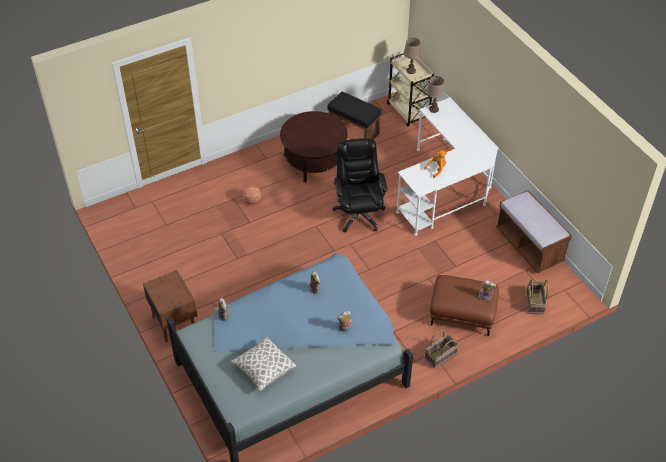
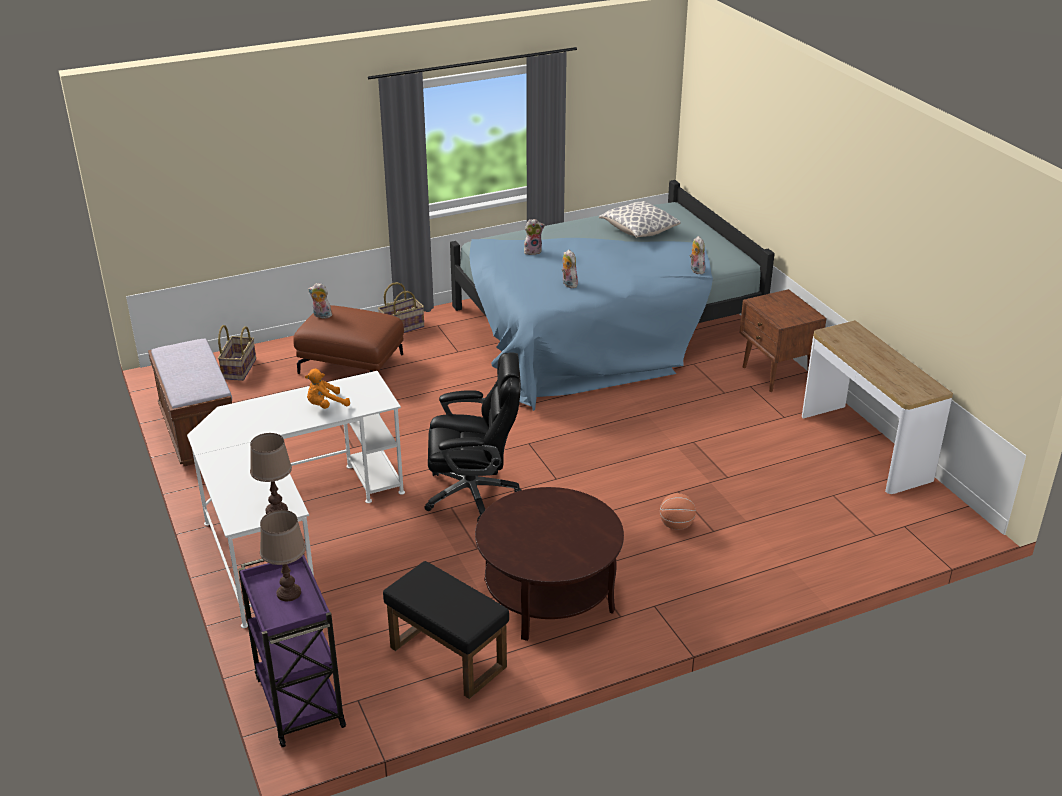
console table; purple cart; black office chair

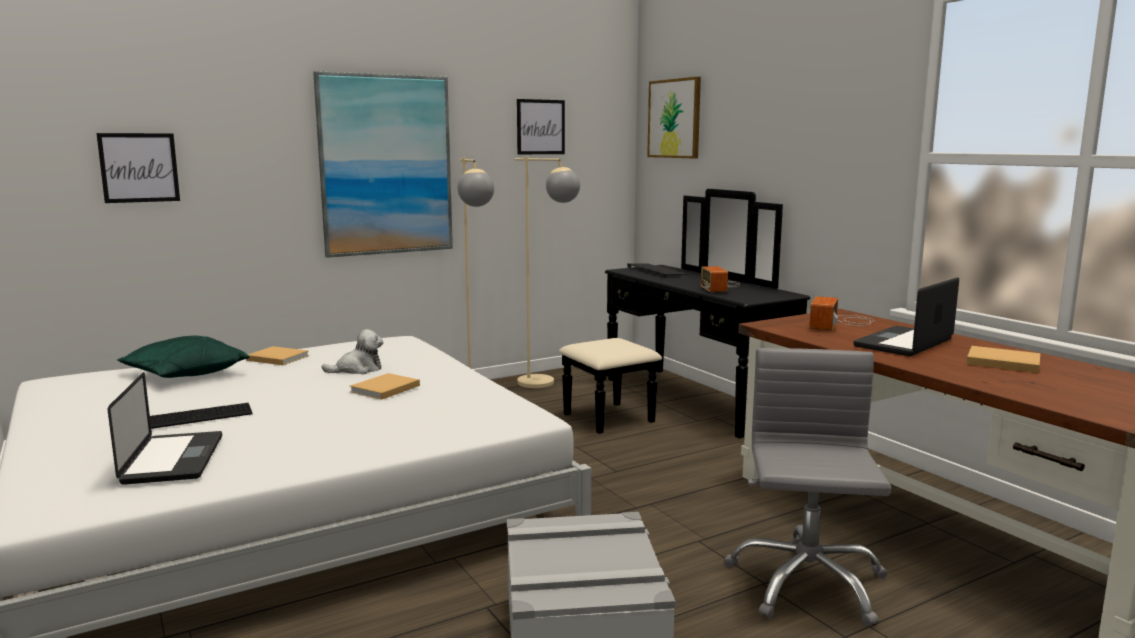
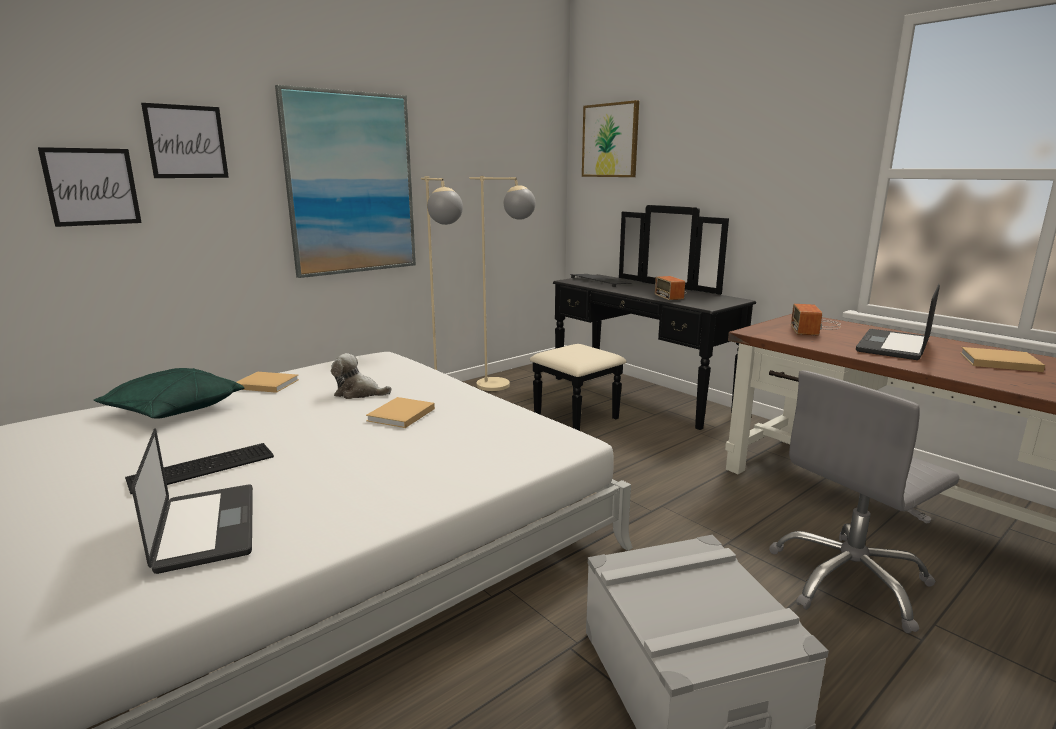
picture (no. 2 from left); plush toy; grey office chair

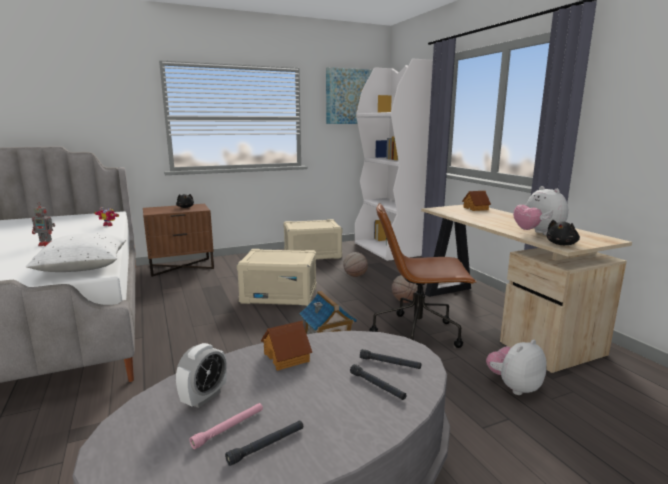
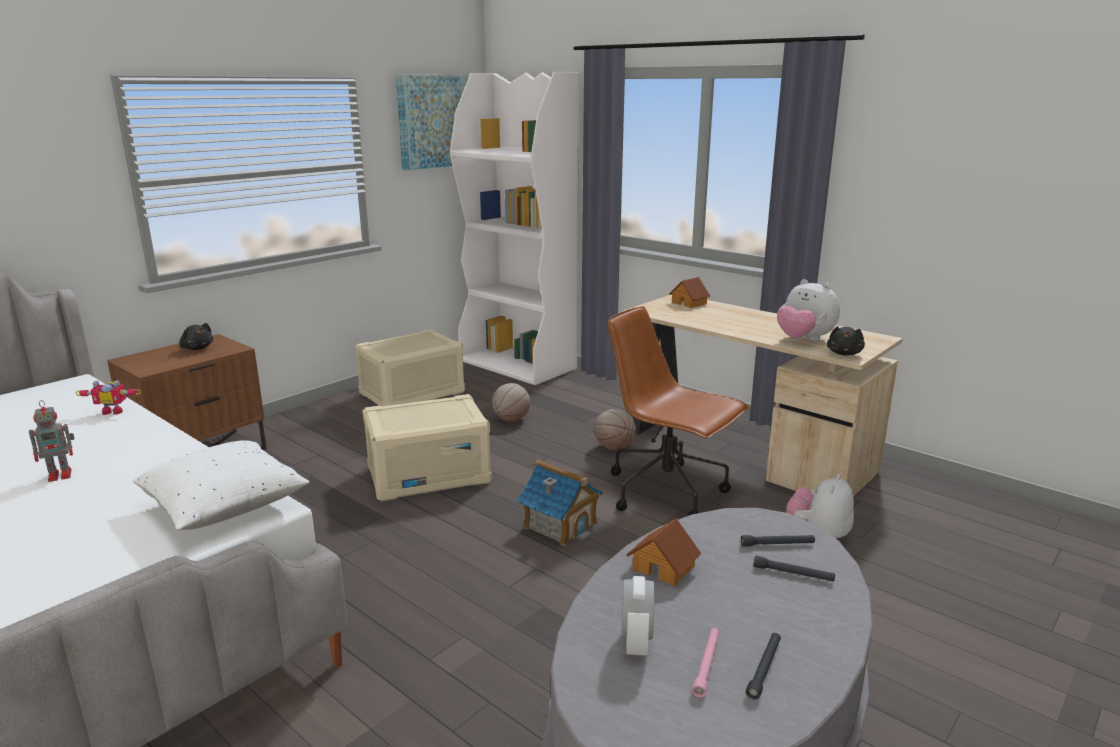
brown office chair

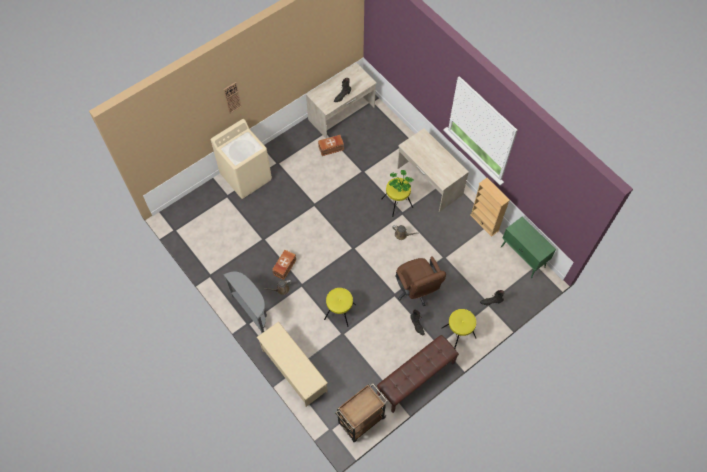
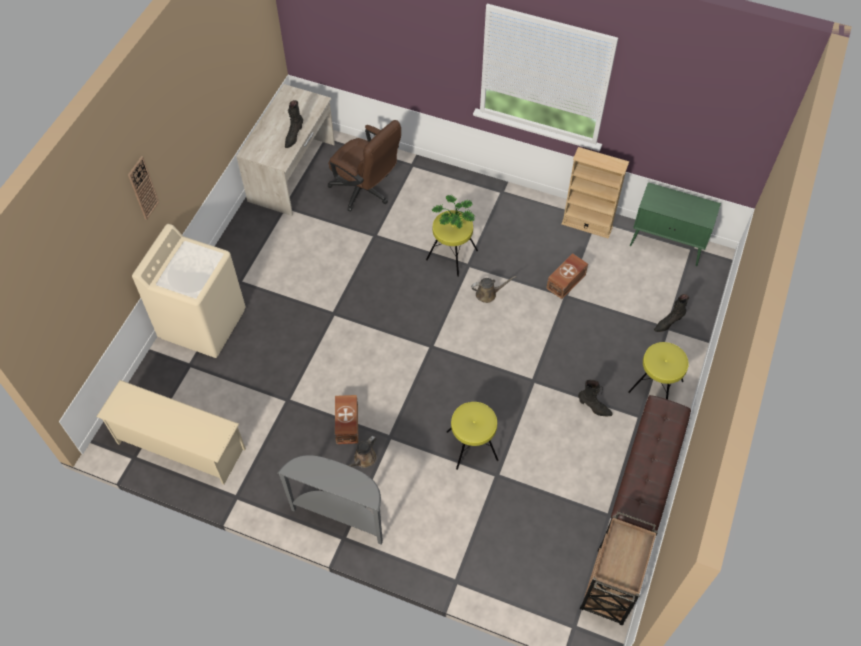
beige desk (no. 2 from left in the first image); beige shoe rack; brown storage box (no. 2 from left); brown office chair

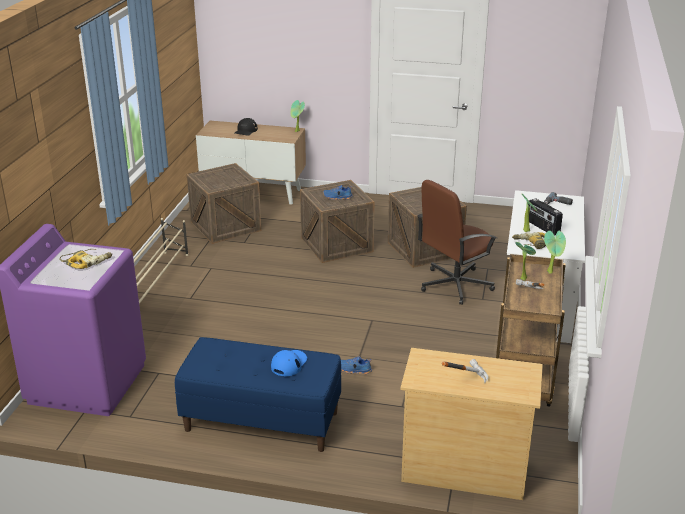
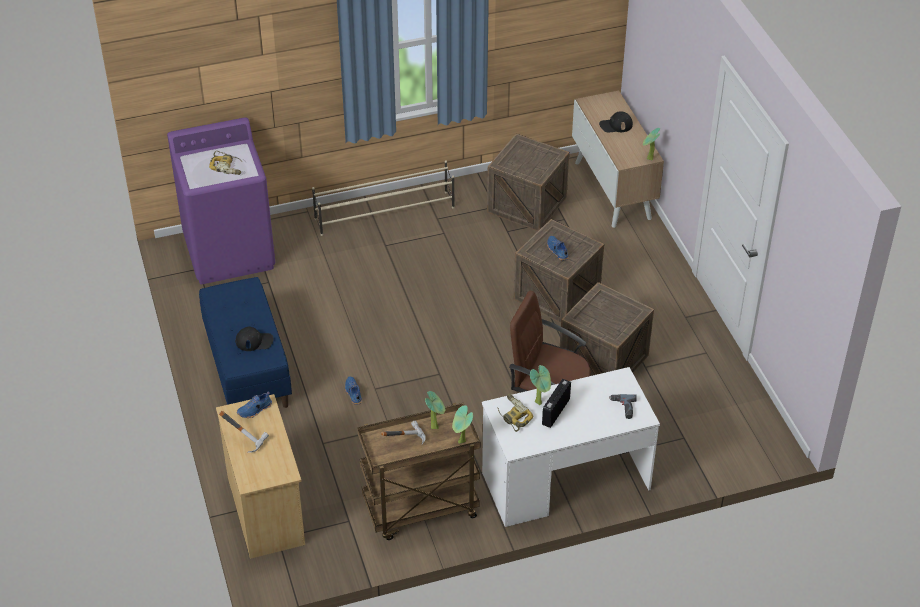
blue shoe (no. 1 from left); black cap (no. 1 from left)

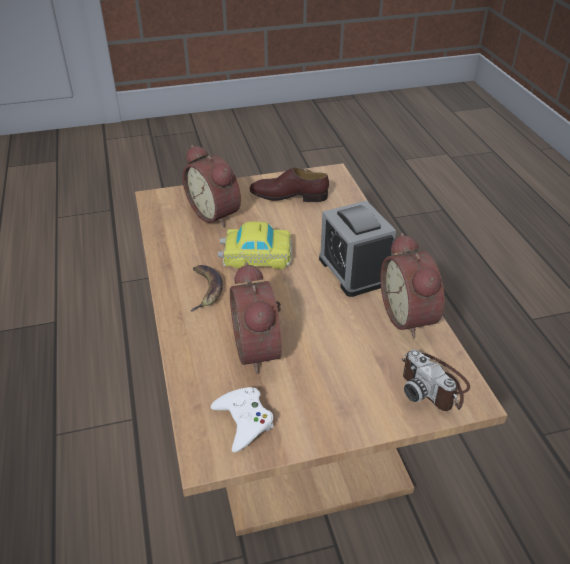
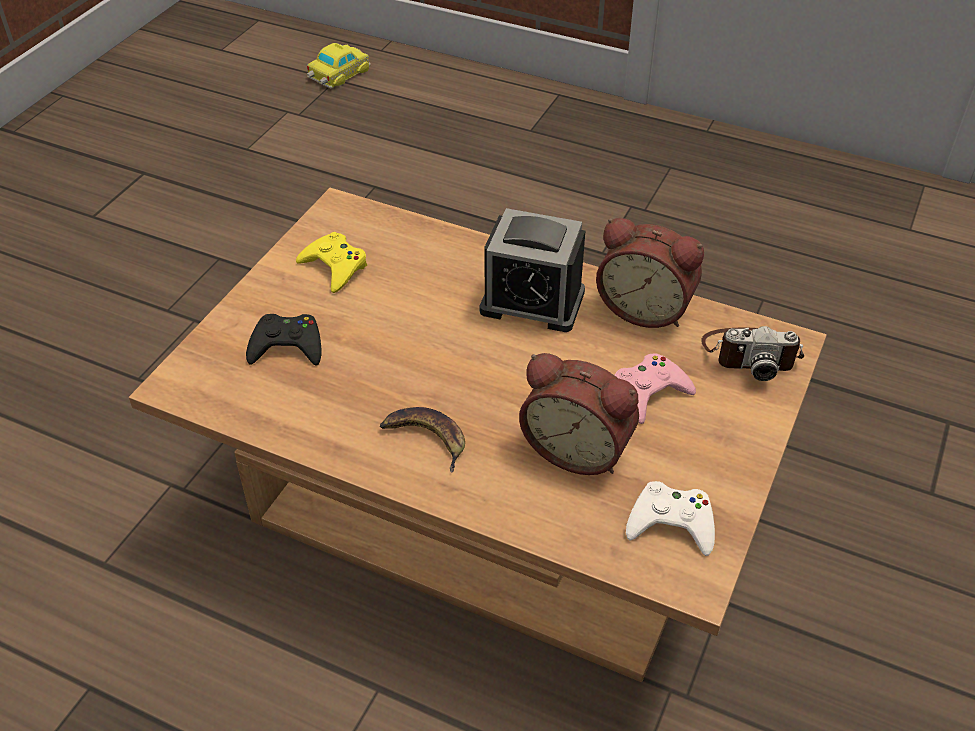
pink game controller; toy car; black game controller; yellow game controller

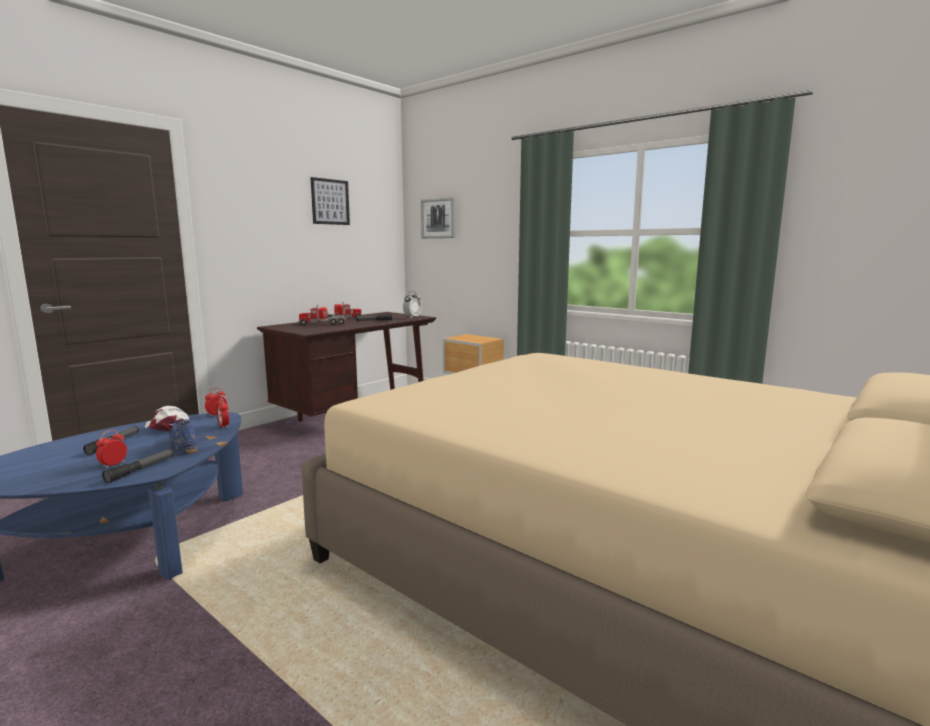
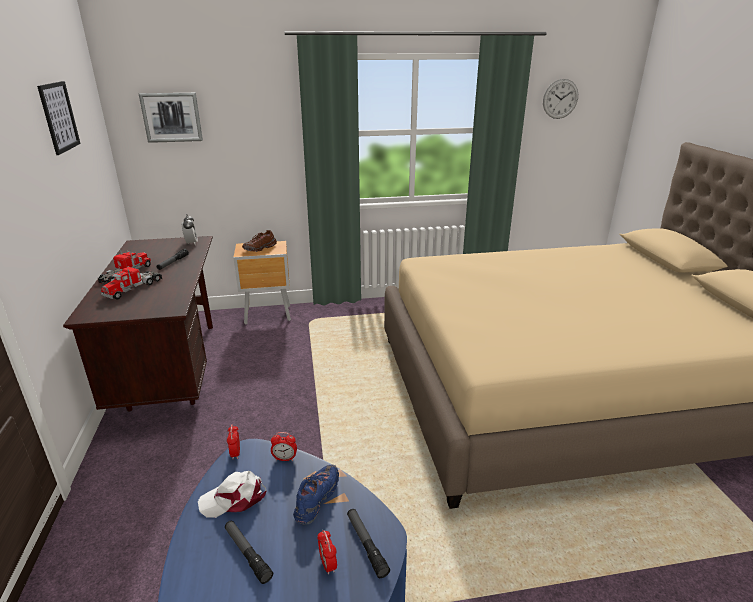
brown shoe; wall clock; blue shoe

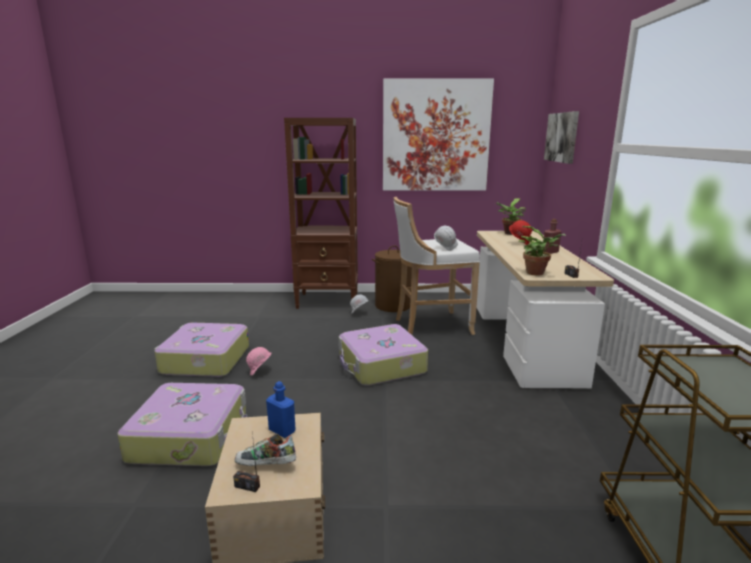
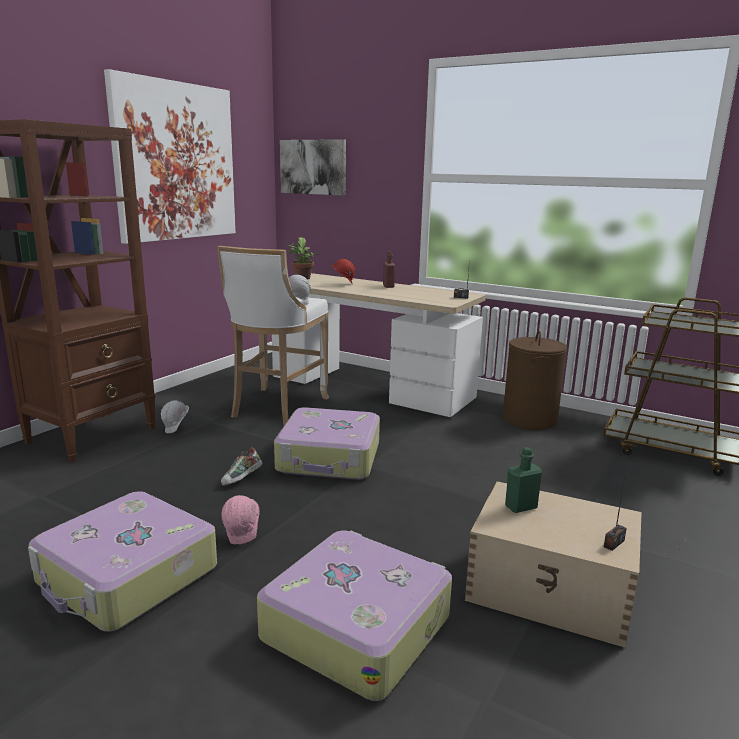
potted plant (no. 2 from left in the first image); shoe; brown laundry basket; green bottle

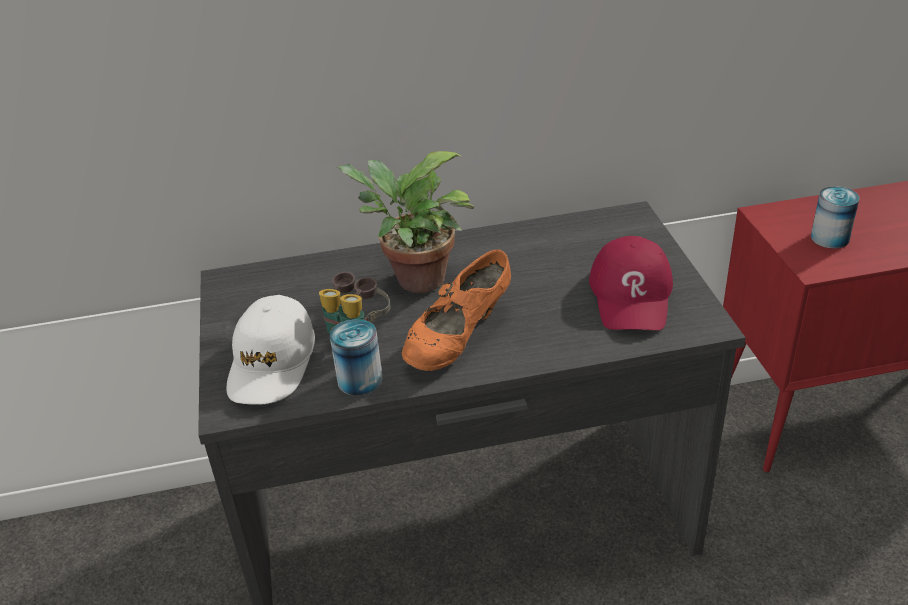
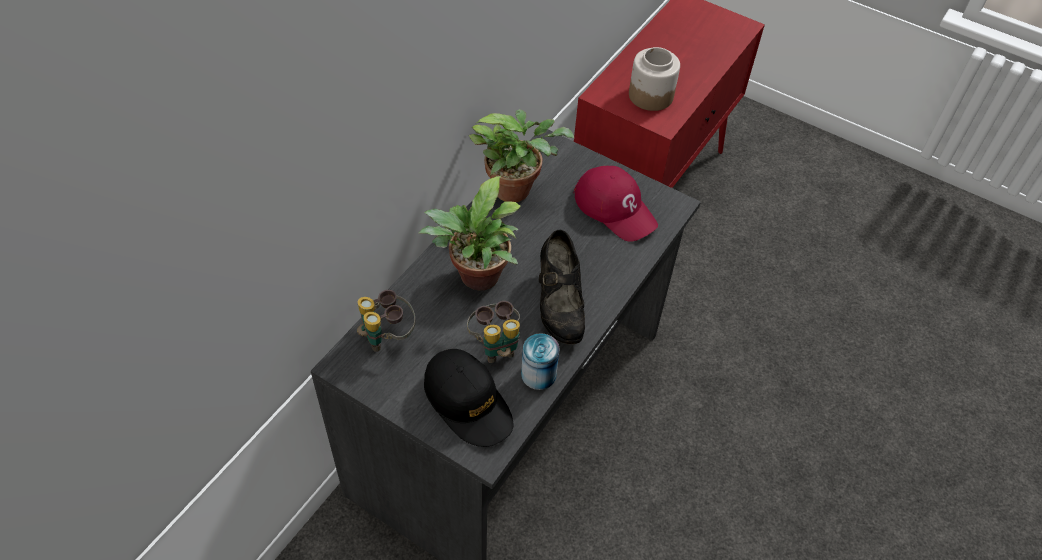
binoculars (no. 1 from left); potted plant (no. 2 from left); jar; black cap; black shoe

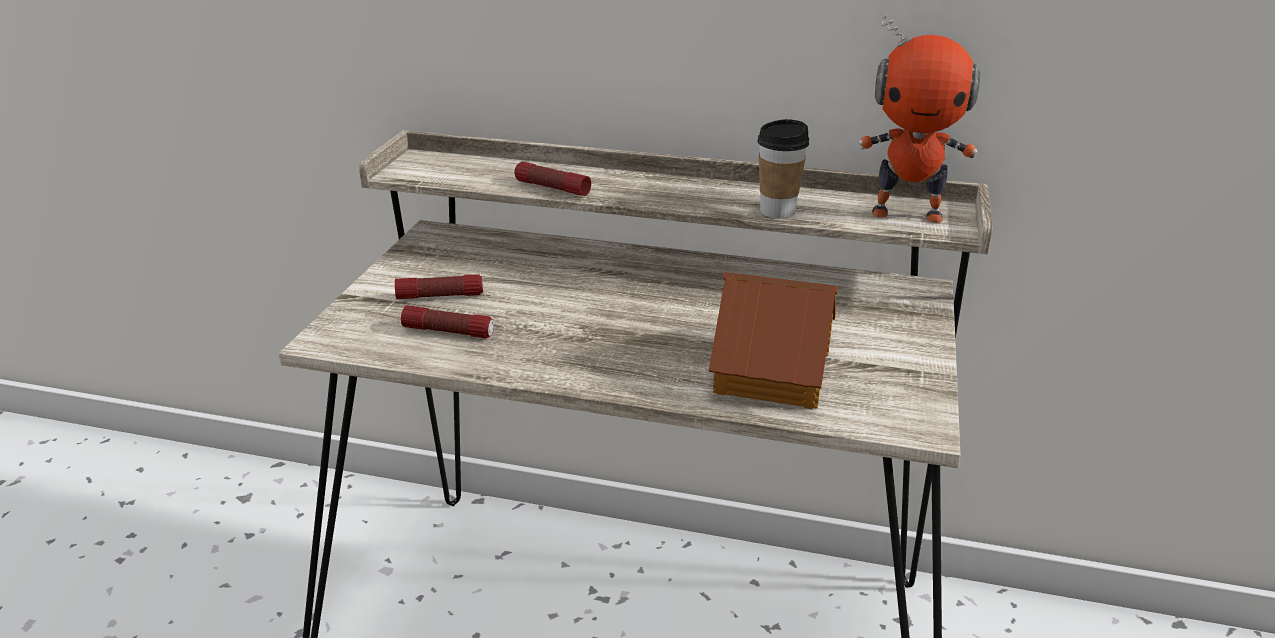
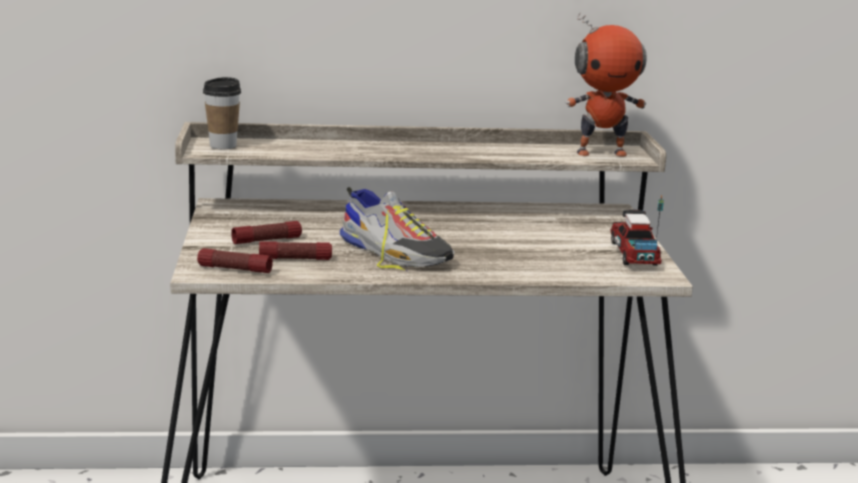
toy house; shoe; toy truck; flashlight (no. 1 from left); cup

